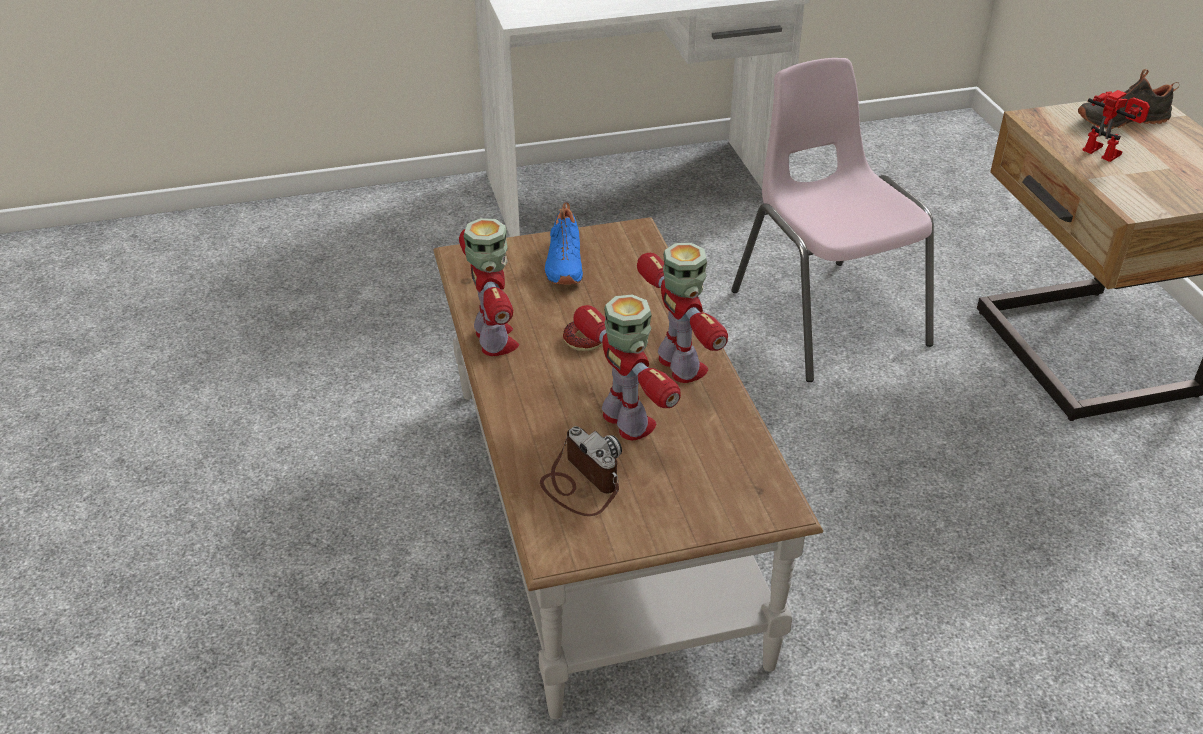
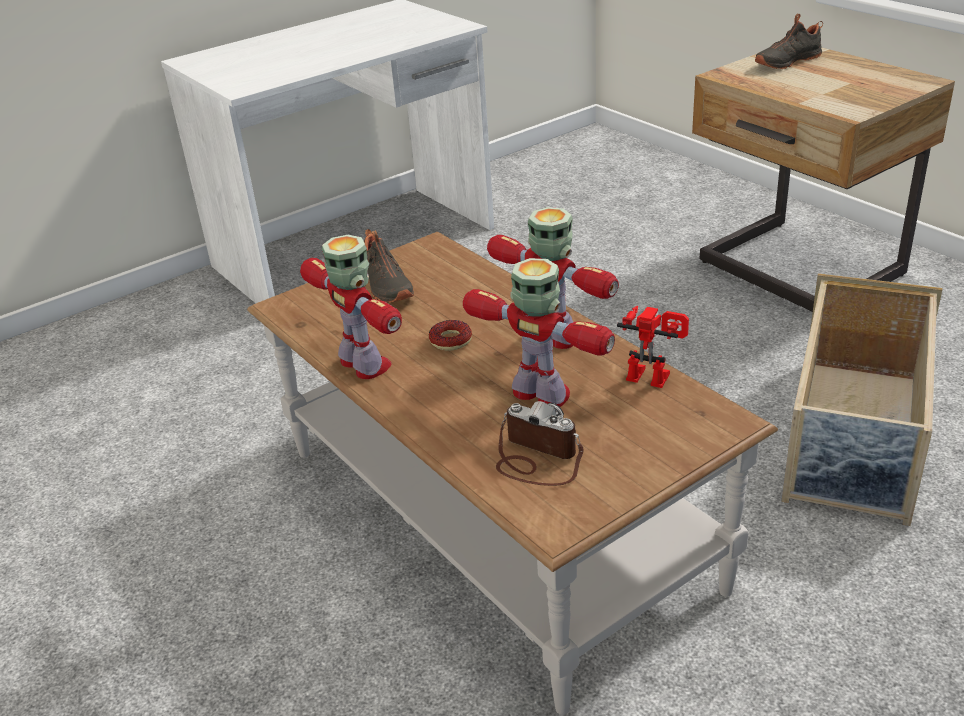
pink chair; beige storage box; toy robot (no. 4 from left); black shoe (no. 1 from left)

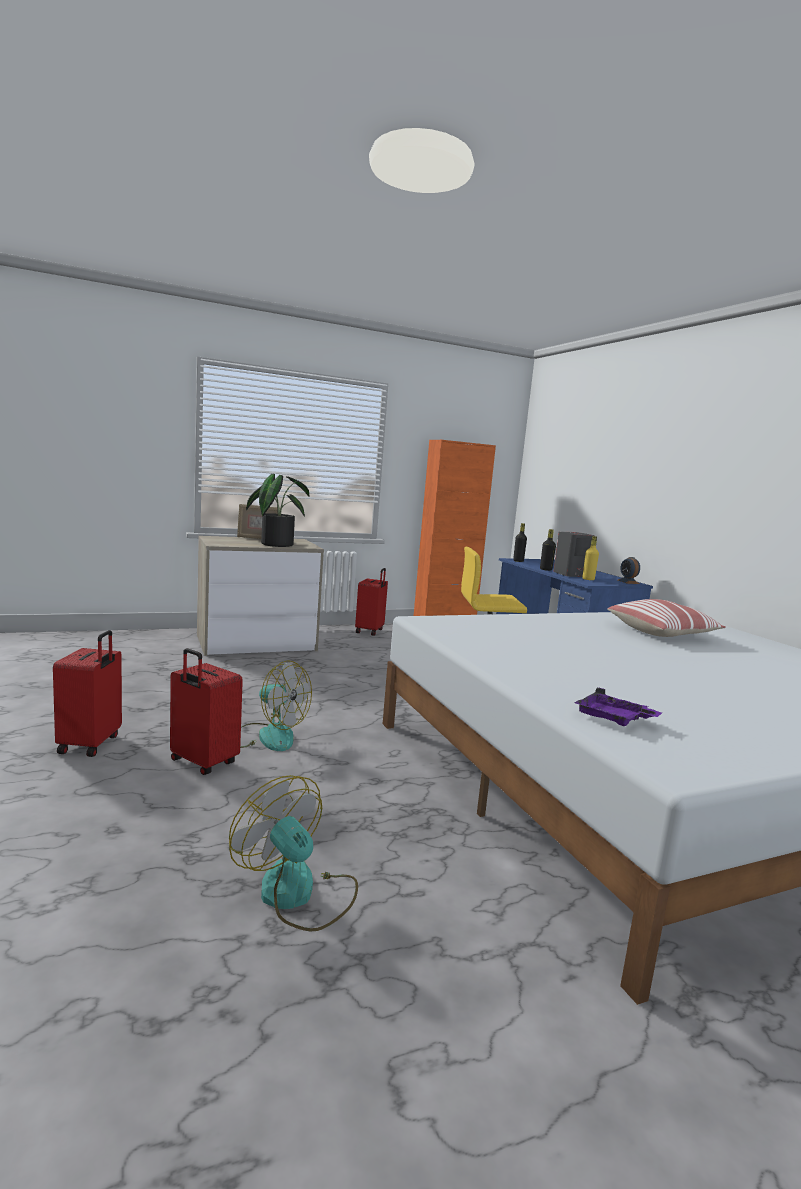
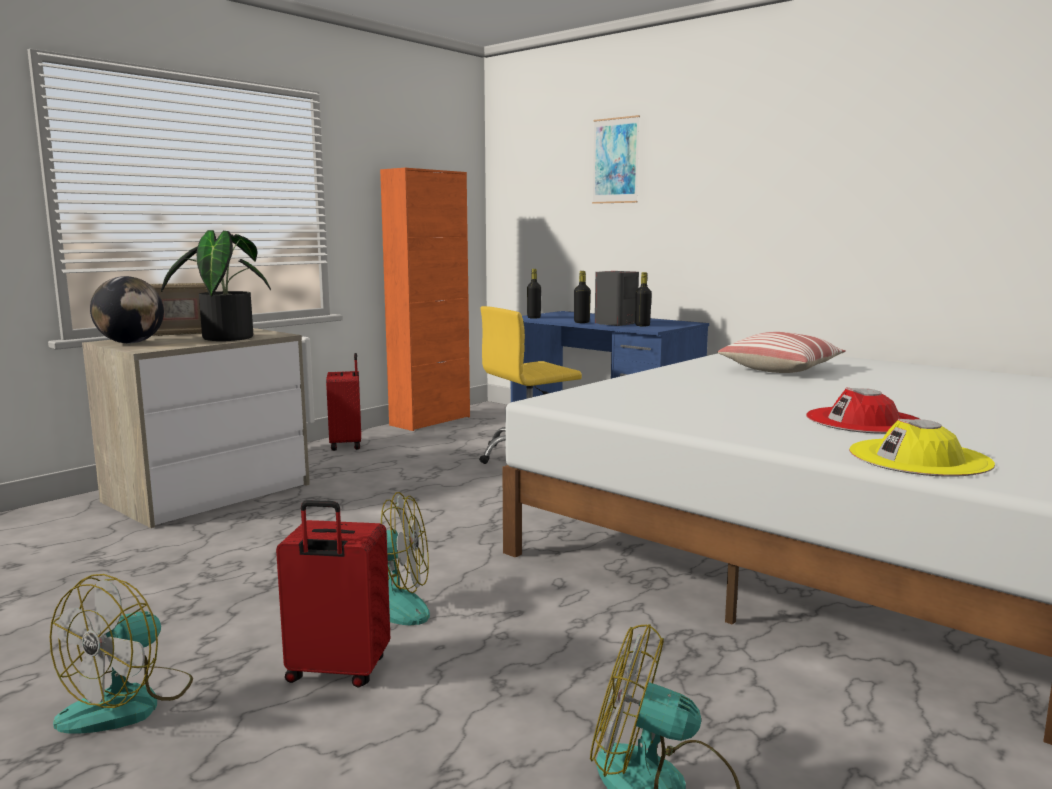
alarm clock; globe; picture; red hat; fan (no. 1 from left); yellow hat; black bottle (no. 3 from left)

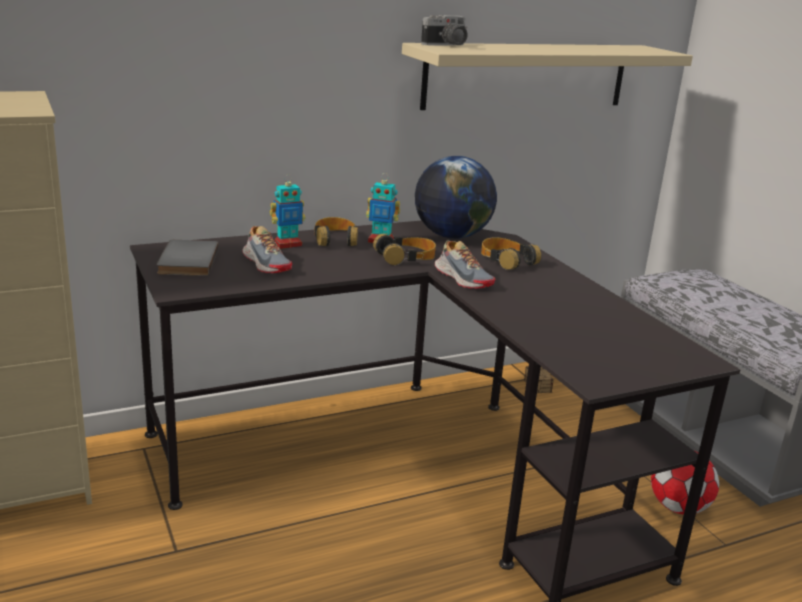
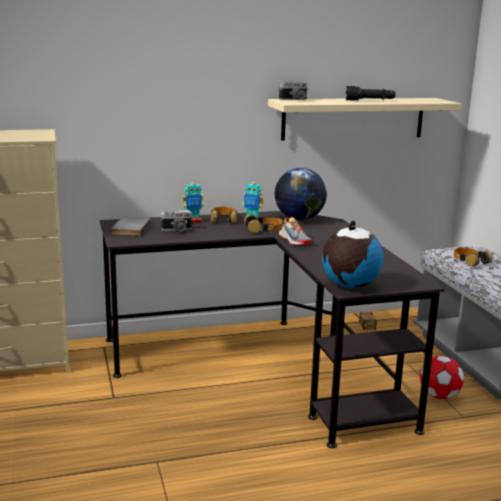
globe (no. 2 from left); black flashlight; headphones (no. 3 from left); photo camera (no. 1 from left)

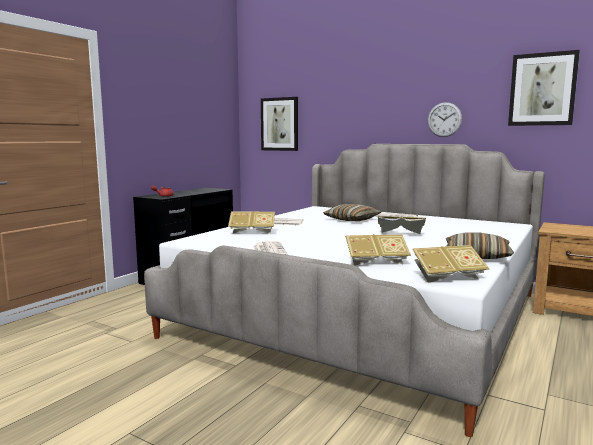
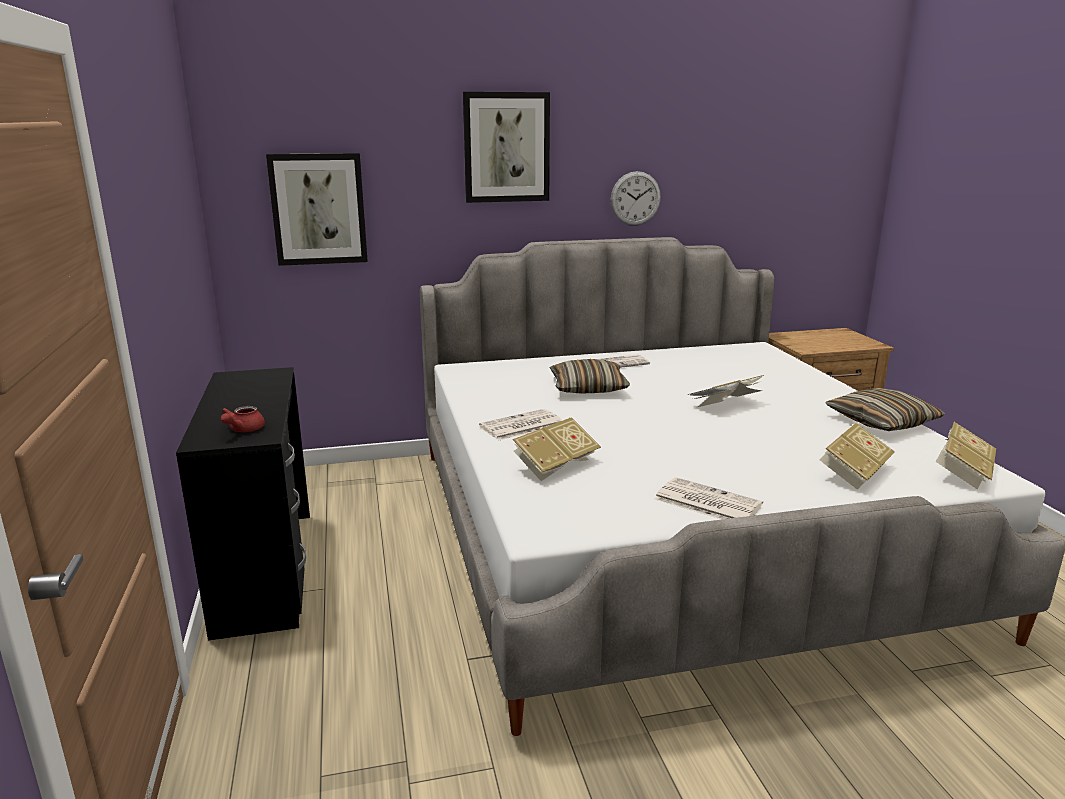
picture (no. 2 from left)

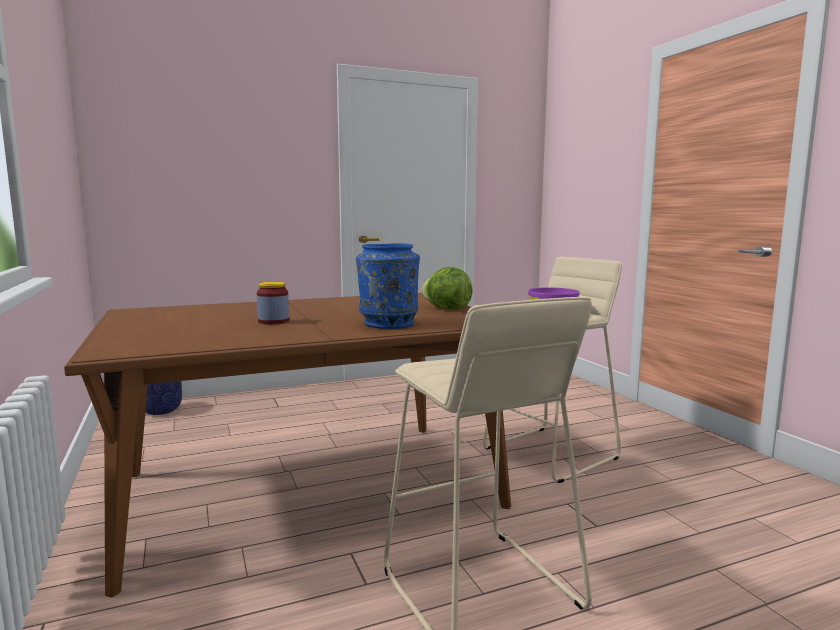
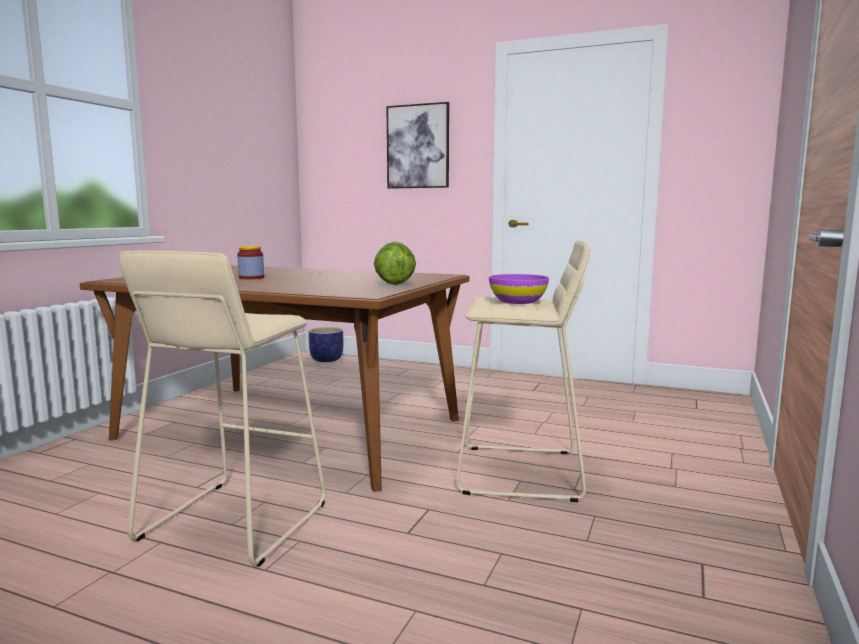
blue vase; picture

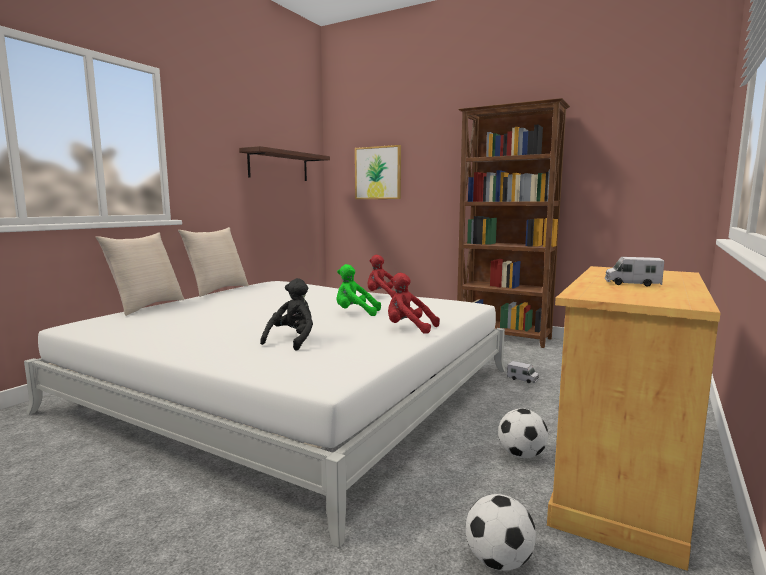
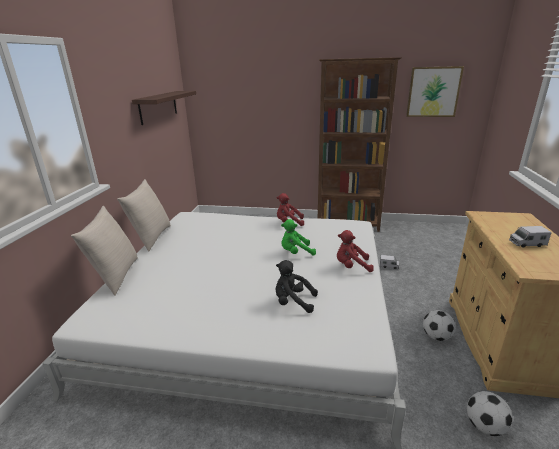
picture; black plush toy

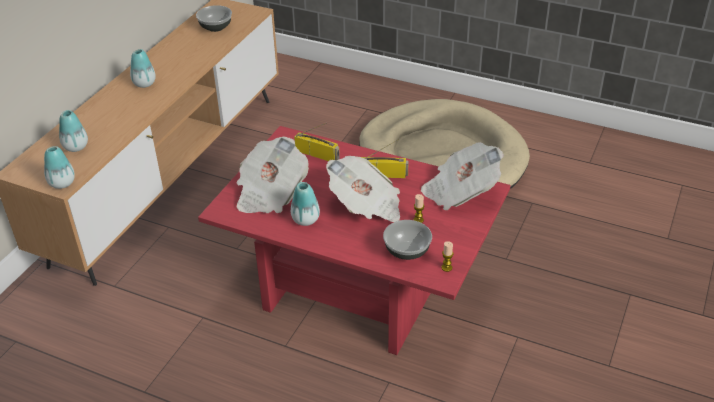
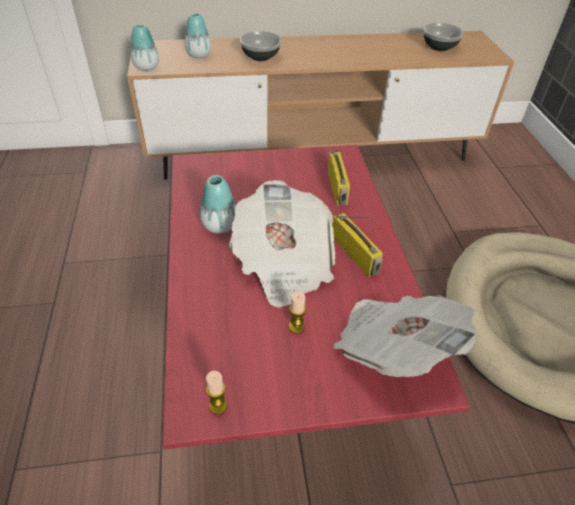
vase (no. 3 from left in the first image); newspaper (no. 1 from left in the first image); bowl (no. 1 from left)

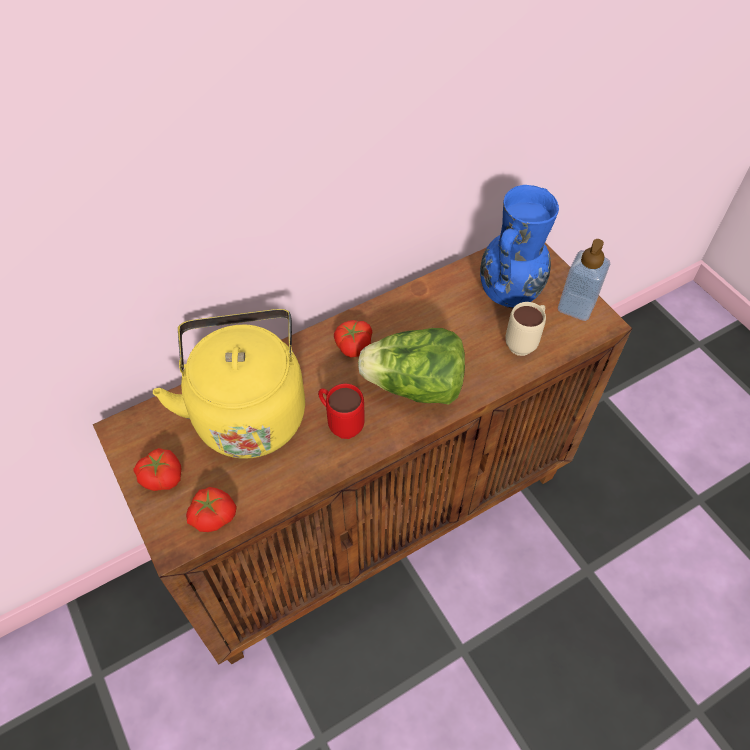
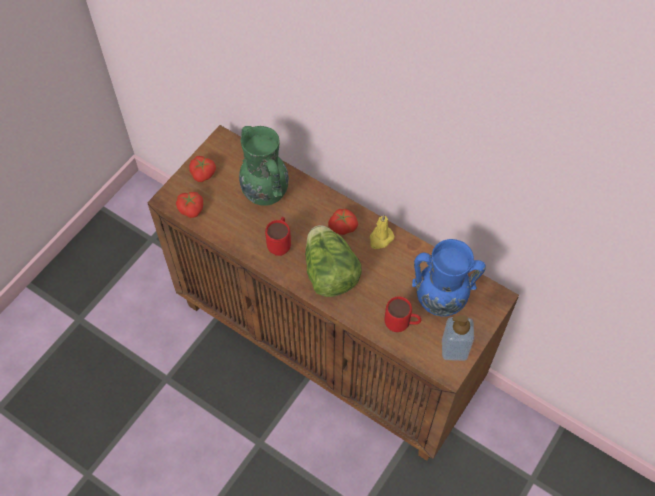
yellow candle; green vase; red mug (no. 2 from left)

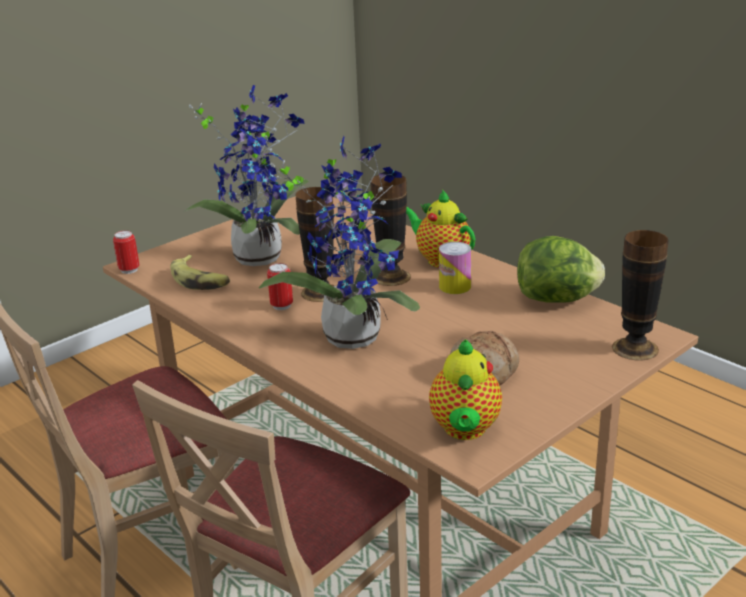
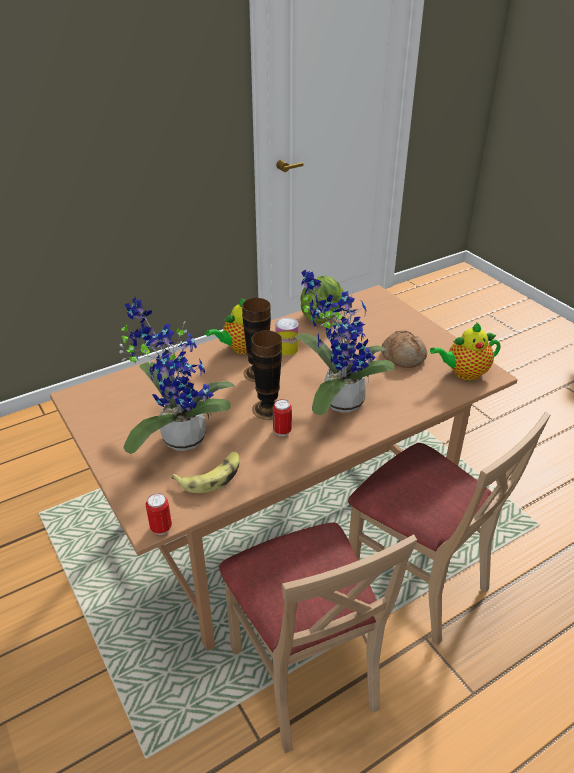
vase (no. 3 from left in the first image); teapot (no. 2 from left)

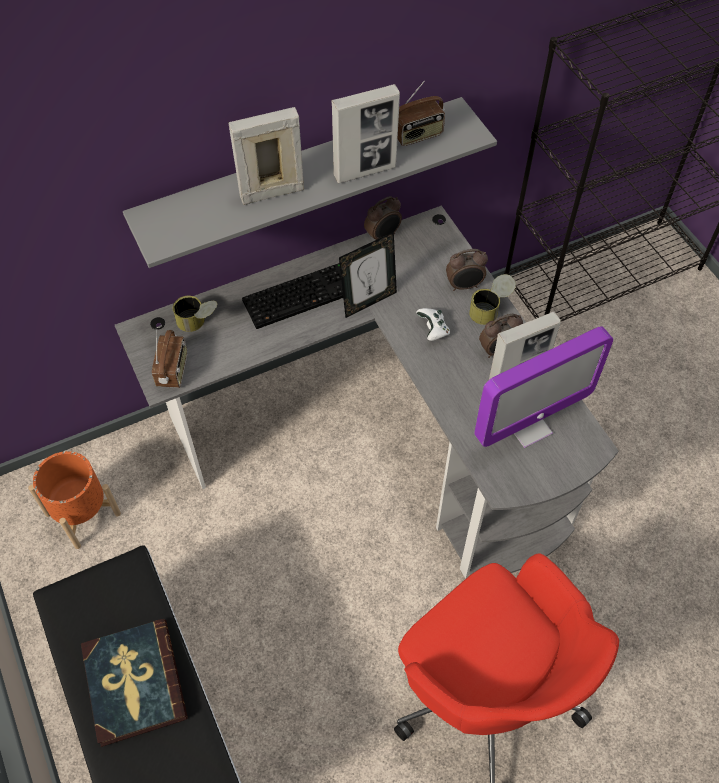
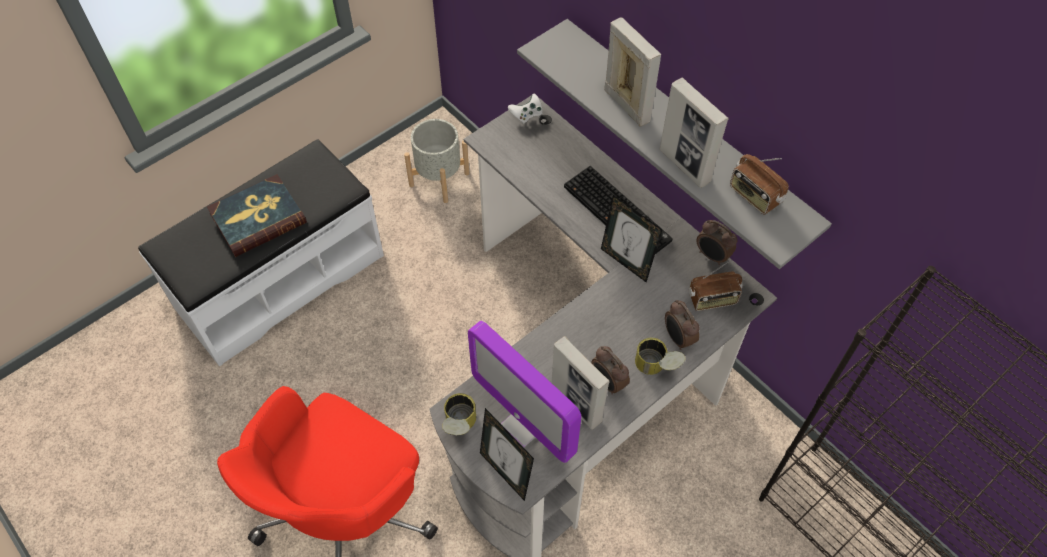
picture frame (no. 1 from left); radio (no. 1 from left); can (no. 1 from left); white game controller; grey planter

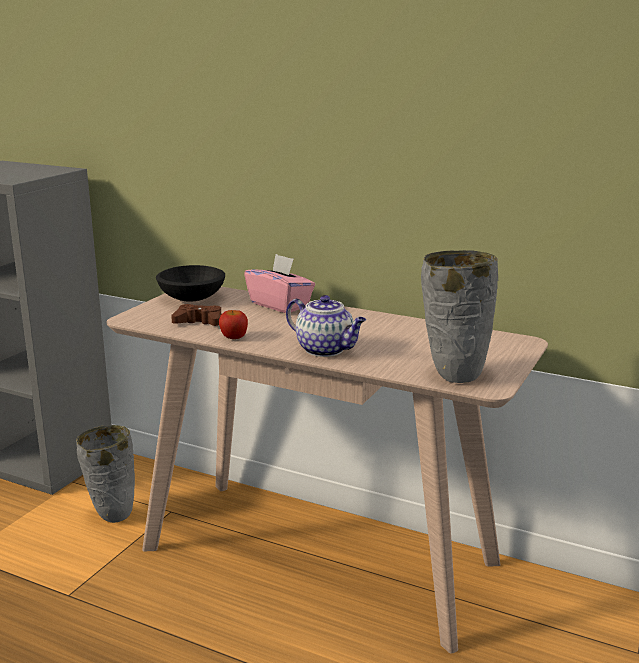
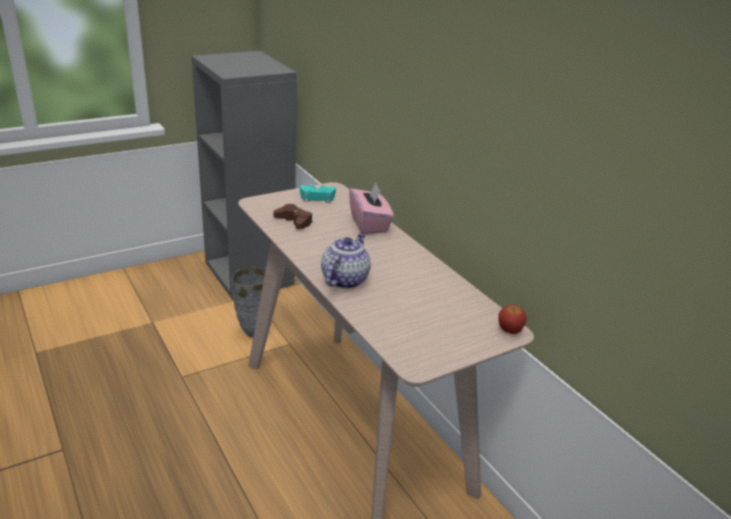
grey vase (no. 2 from left in the first image); apple; turquoise game controller; teapot

